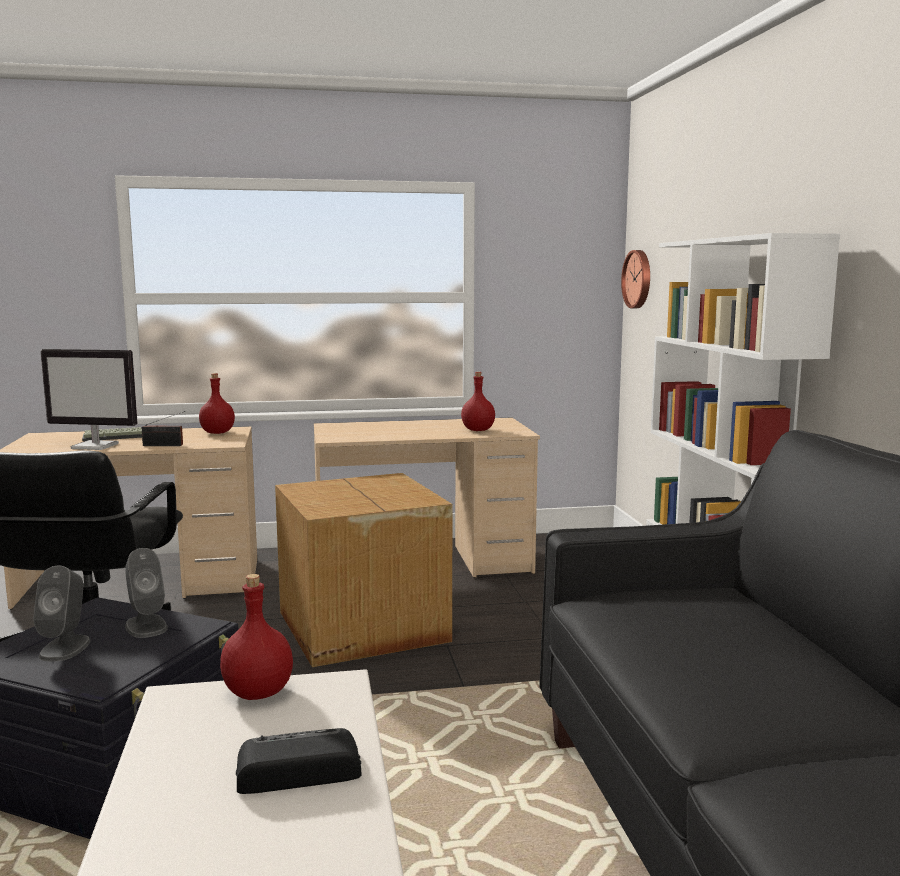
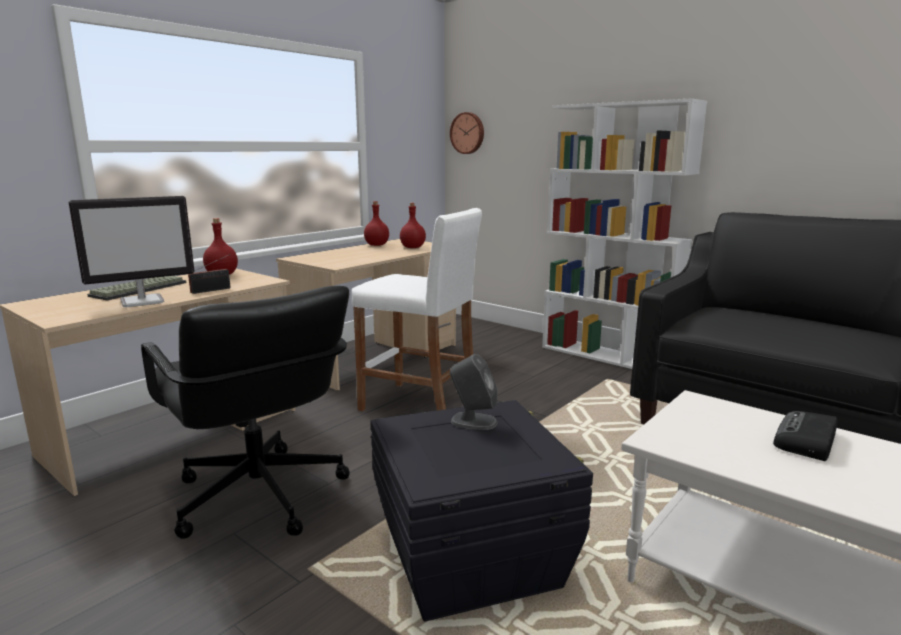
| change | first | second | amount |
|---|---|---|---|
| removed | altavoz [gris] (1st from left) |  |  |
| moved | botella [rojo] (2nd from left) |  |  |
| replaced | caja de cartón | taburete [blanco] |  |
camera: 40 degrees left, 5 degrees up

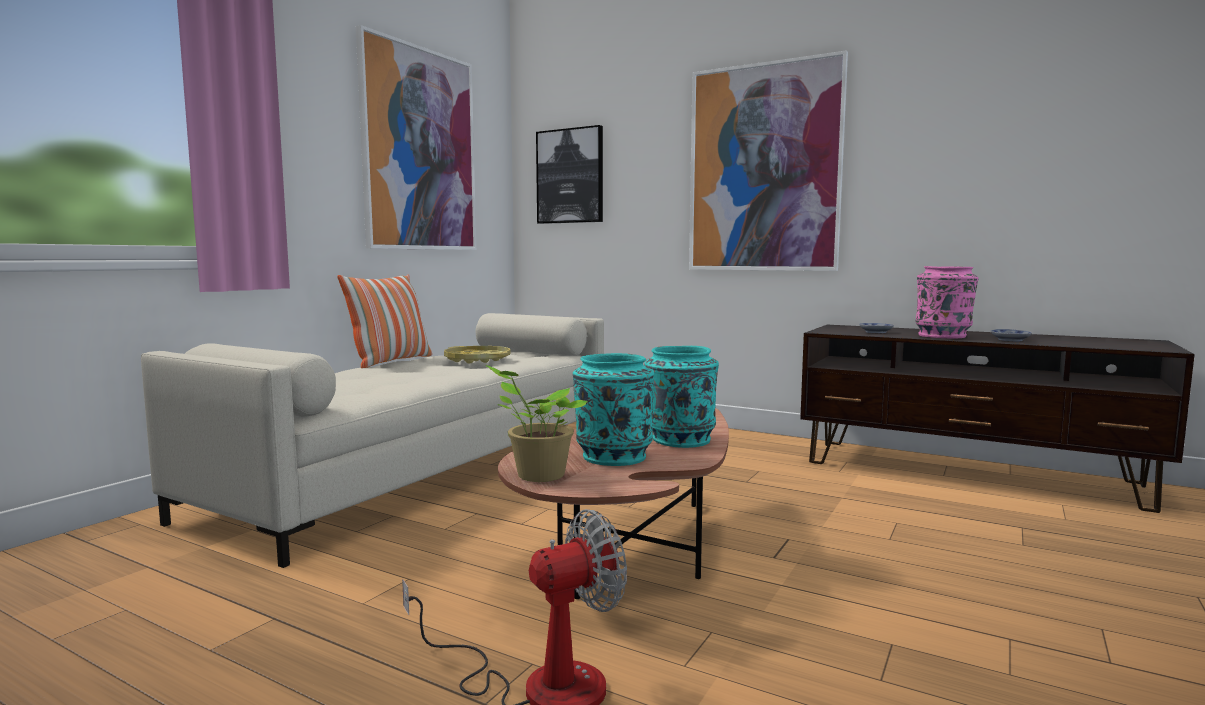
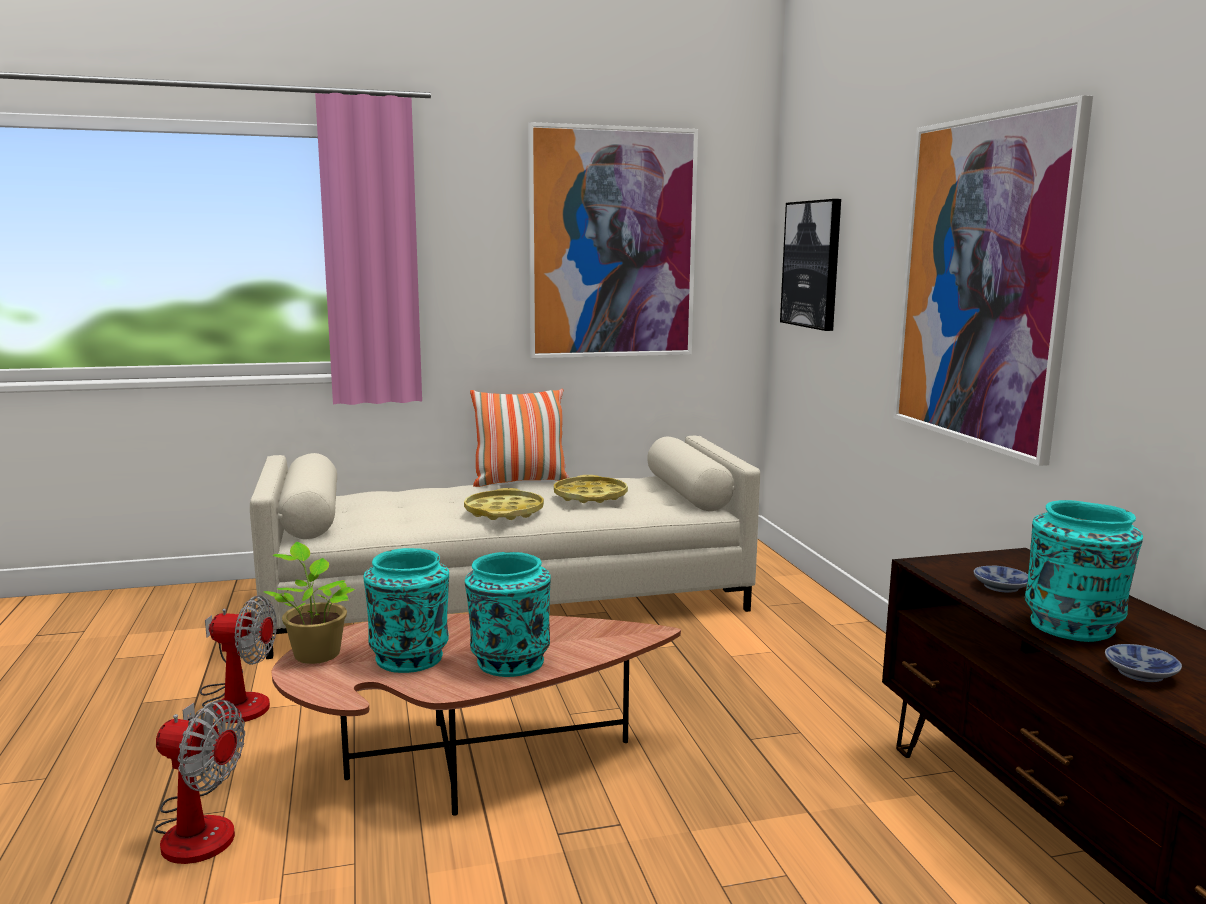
| change | first | second | amount |
|---|---|---|---|
| added |  | ventilador (2nd from left) |  |
| added |  | bandeja [amarillo] (1st from left) |  |
| recoloured | florero [rosa] | florero [turquesa] (3rd from left) |  |
camera: 45 degrees right, 5 degrees up

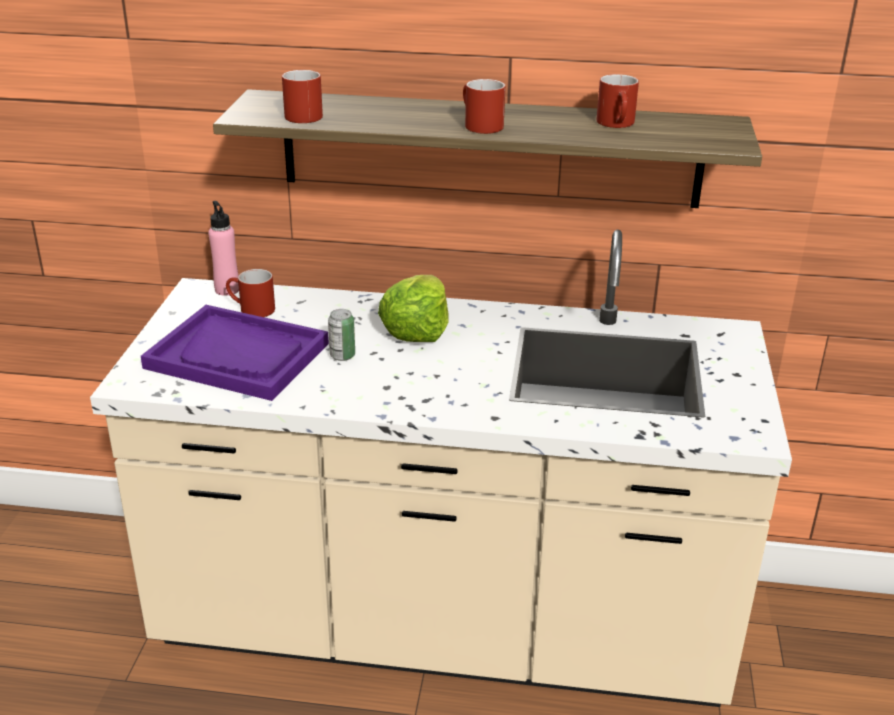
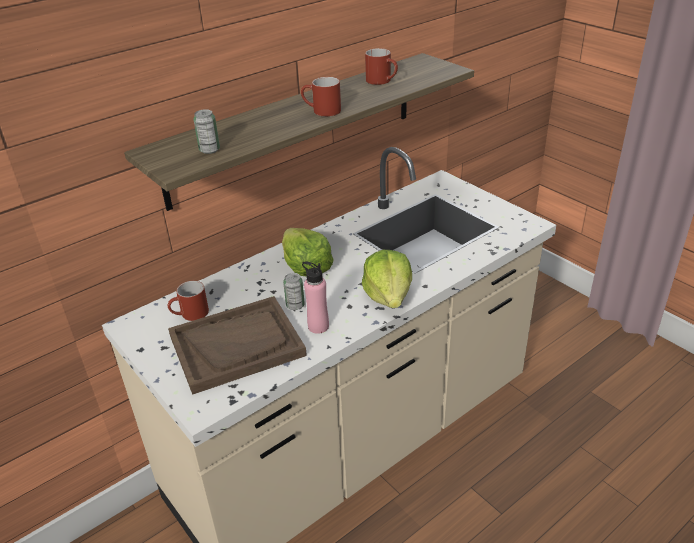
| change | first | second | amount |
|---|---|---|---|
| added |  | lechuga (2nd from left) |  |
| moved | botella [rosa] |  |  |
| replaced | taza grande [rojo] (2nd from left) | lata (1st from left) |  |
| recoloured | bandeja [morado] | bandeja [marrón] |  |
camera: 45 degrees left, 5 degrees up

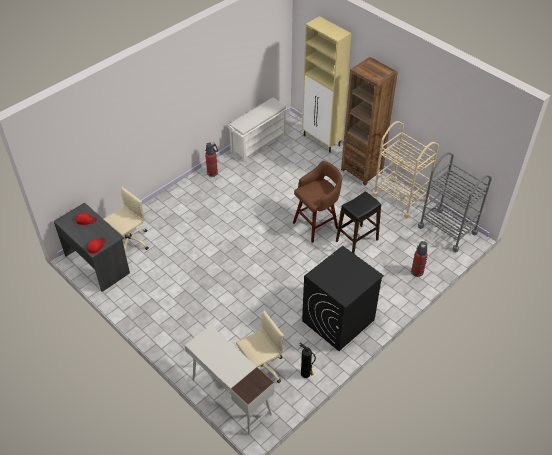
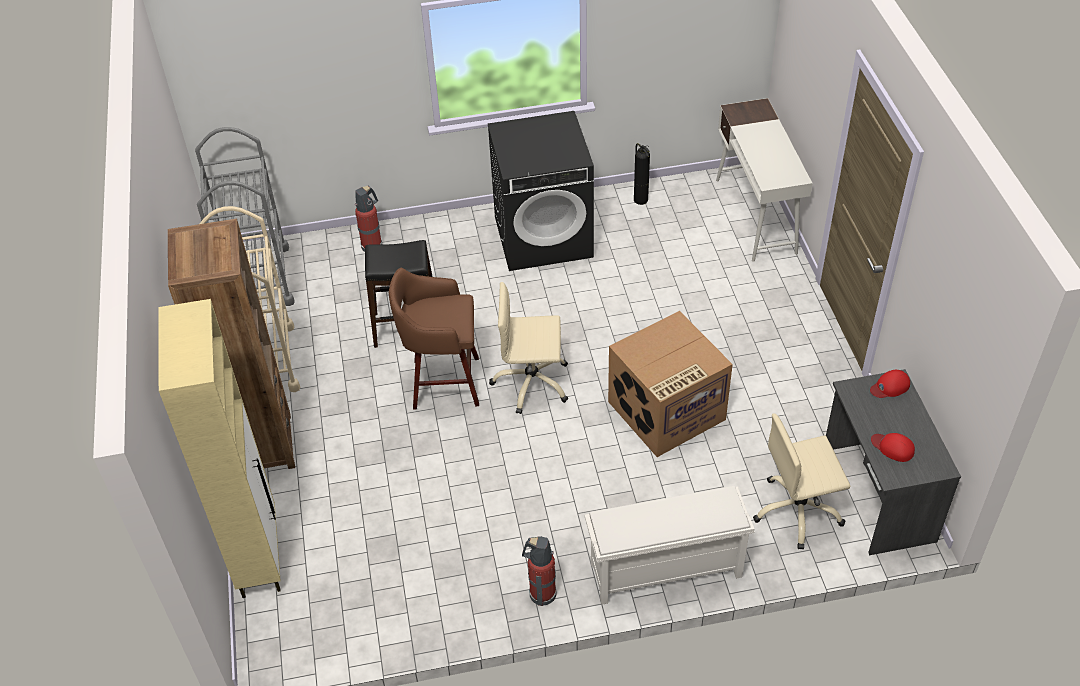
| change | first | second | amount |
|---|---|---|---|
| added |  | caja de cartón |  |
| moved | zapatero [blanco] |  |  |
| moved | silla de oficina [beis] (2nd from left in the first image) | silla de oficina [beis] (1st from left) |  |
camera: 145 degrees left, 0 degrees up

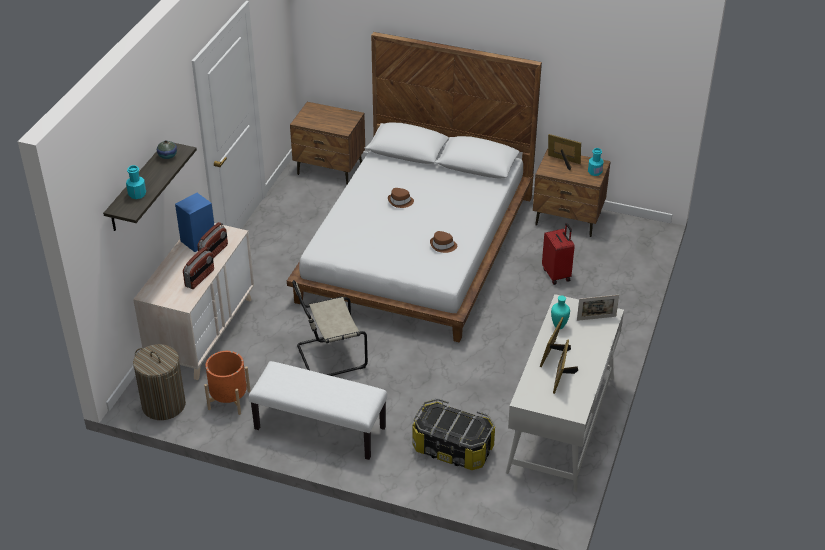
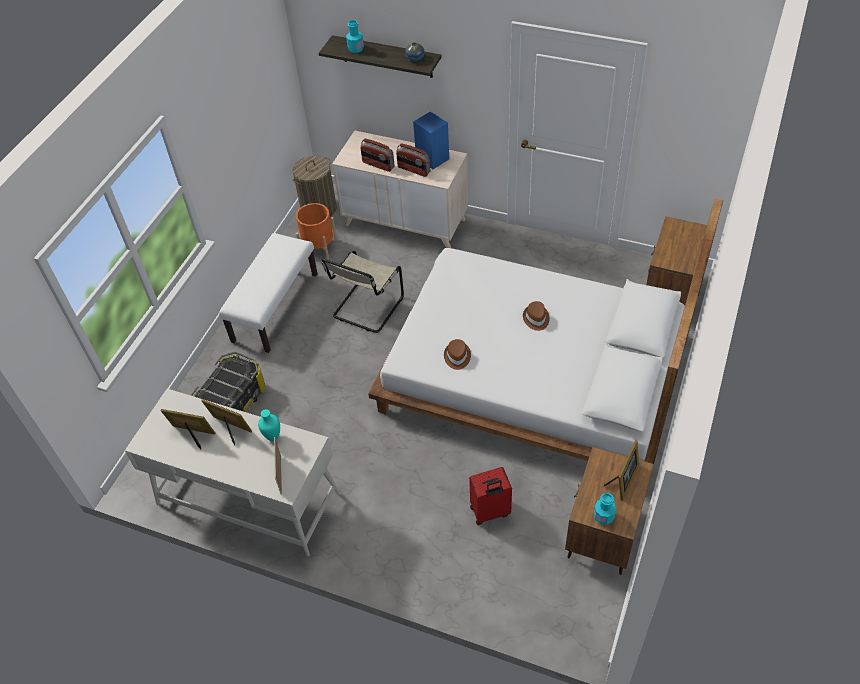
| change | first | second | amount |
|---|---|---|---|
| turned | silla [beis] |  | 135 degrees counterclockwise |
camera: 95 degrees right, 10 degrees up

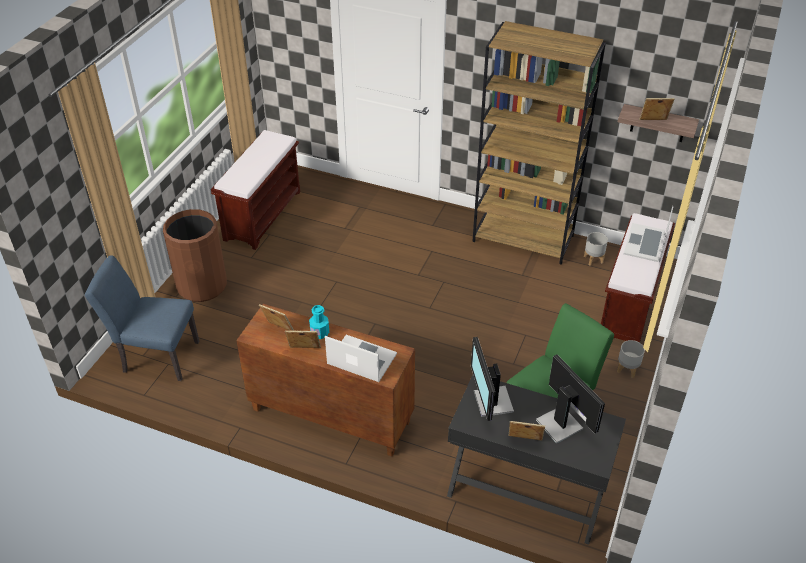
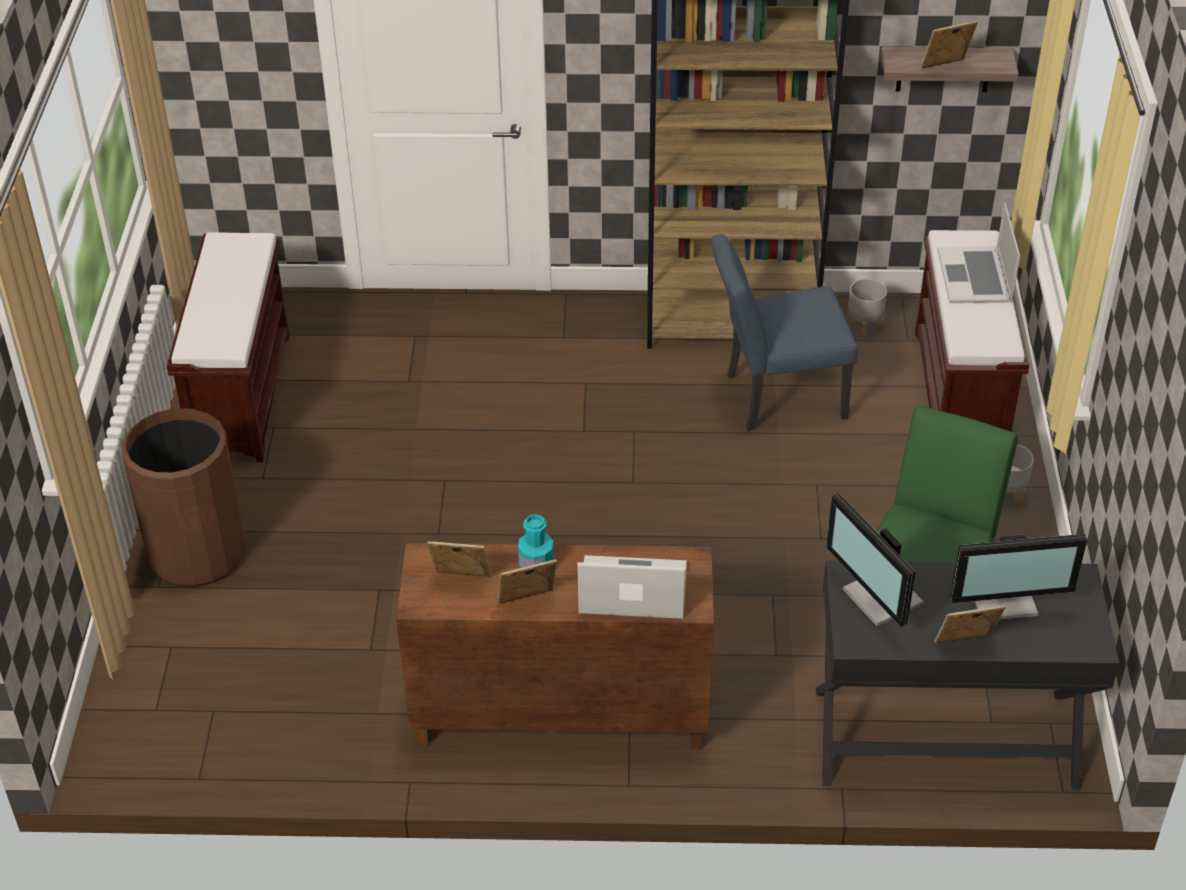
| change | first | second | amount |
|---|---|---|---|
| moved | silla [azul] |  |  |
| turned | monitor (2nd from left) |  | 135 degrees clockwise |
camera: 20 degrees left, 0 degrees up

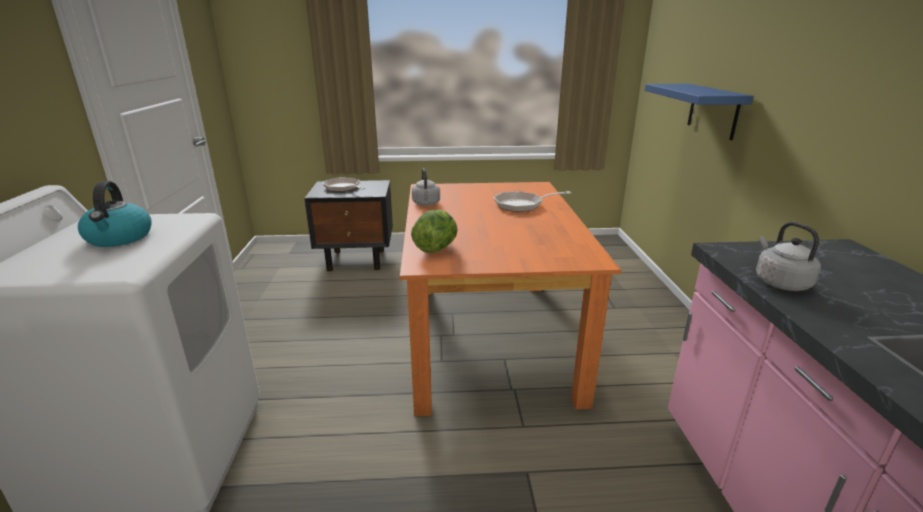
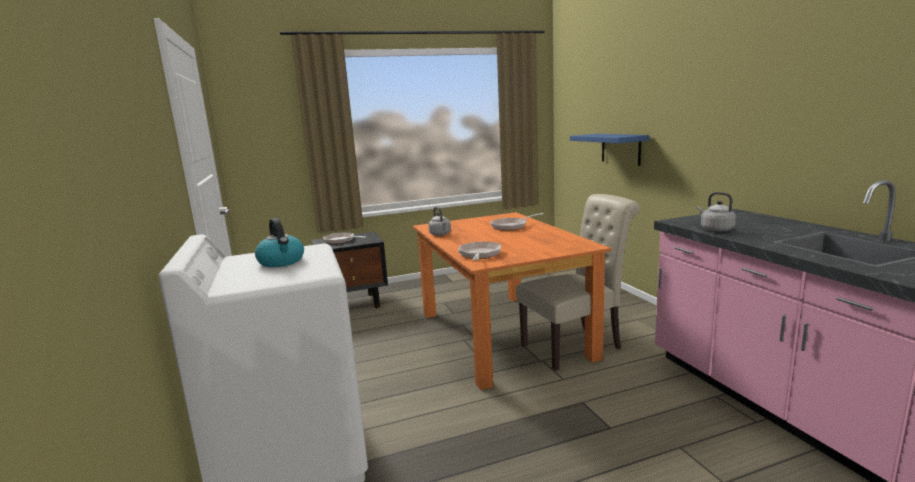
| change | first | second | amount |
|---|---|---|---|
| added |  | silla [beis] |  |
| replaced | lechuga | sartén (2nd from left) |  |
camera: 15 degrees left, 10 degrees down

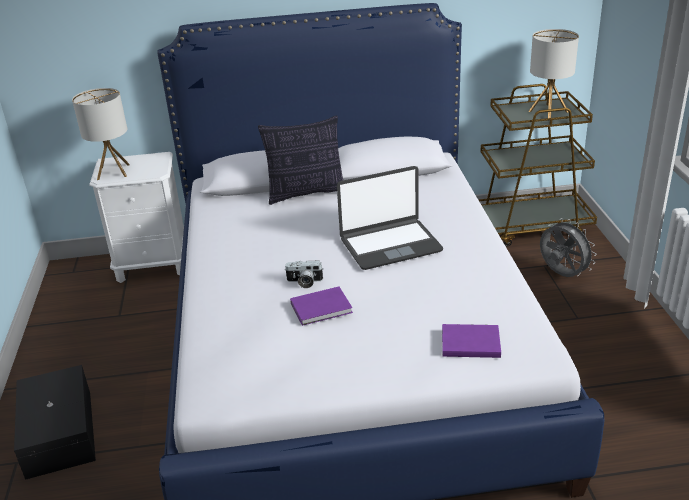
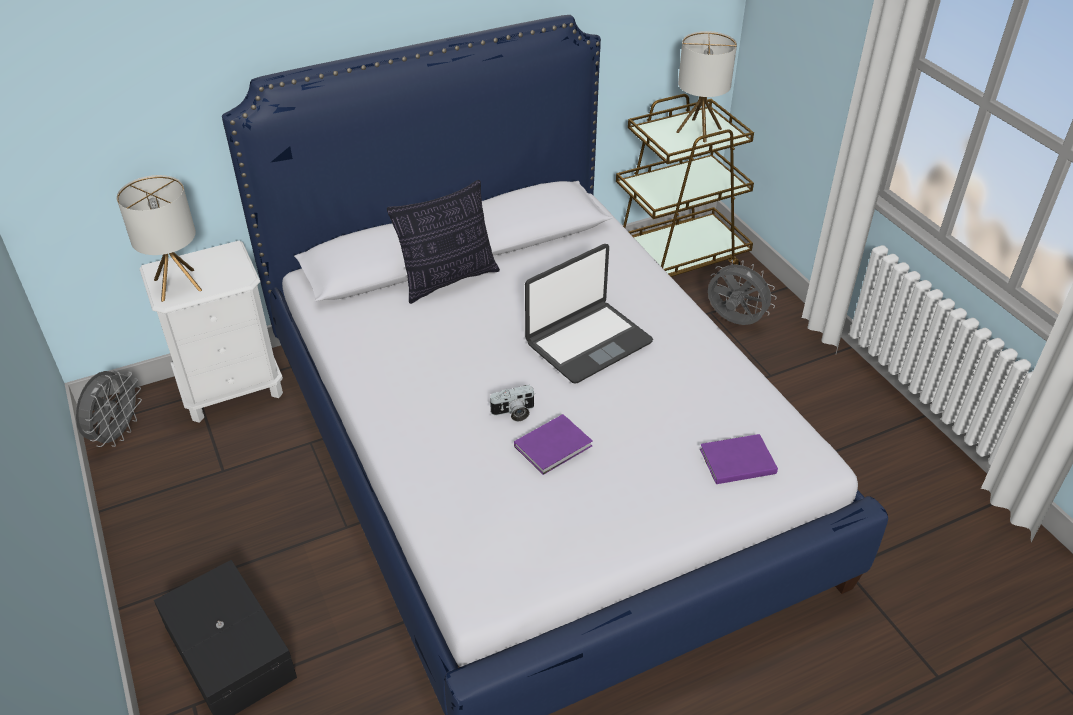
| change | first | second | amount |
|---|---|---|---|
| added |  | ventilador [gris] (1st from left) |  |
camera: 20 degrees left, 10 degrees up

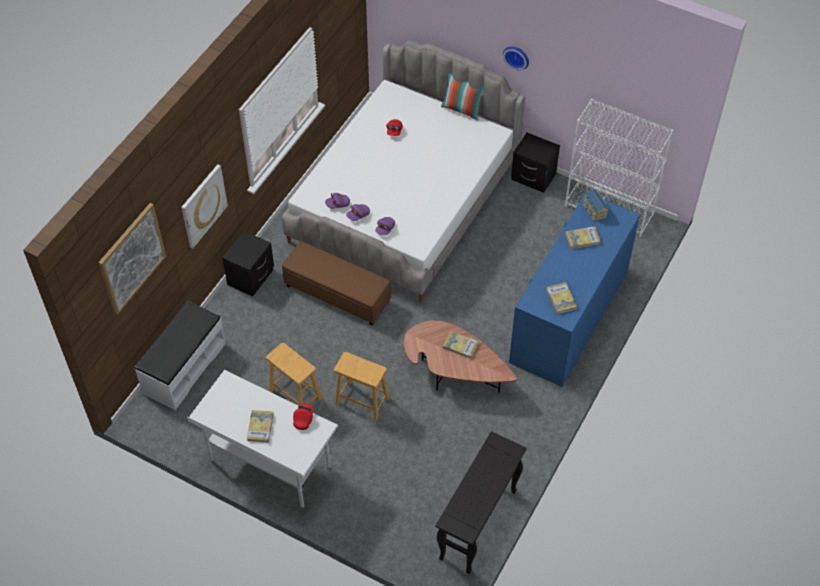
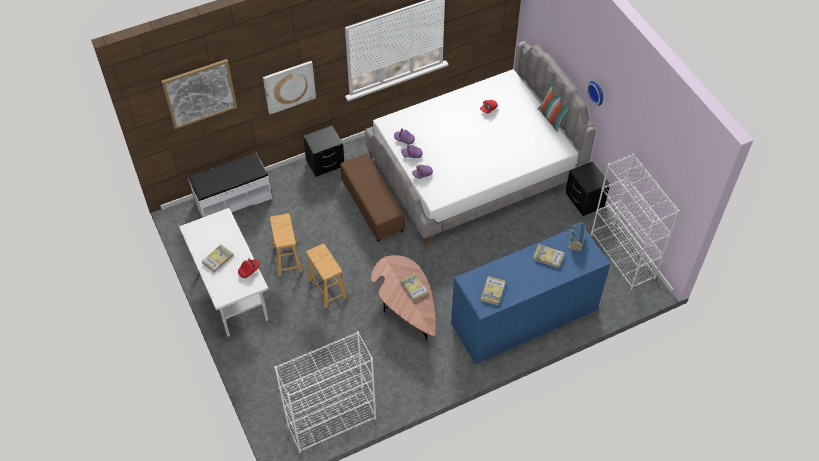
| change | first | second | amount |
|---|---|---|---|
| replaced | mesa consola [negro] | estantería [blanco] (1st from left) |  |
camera: 35 degrees right, 0 degrees up

